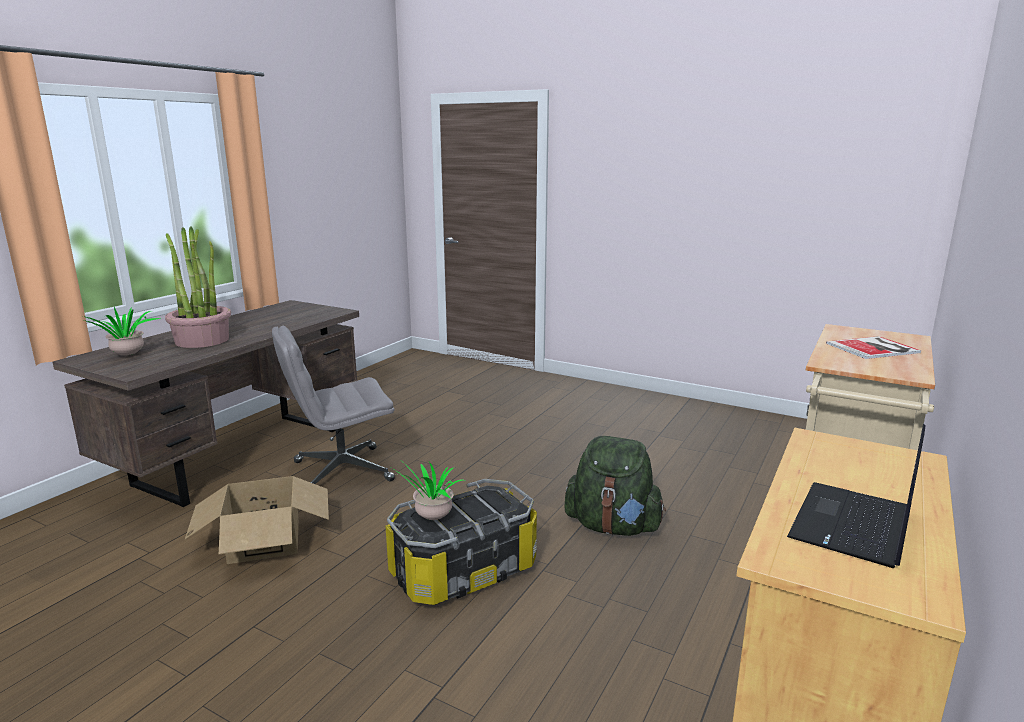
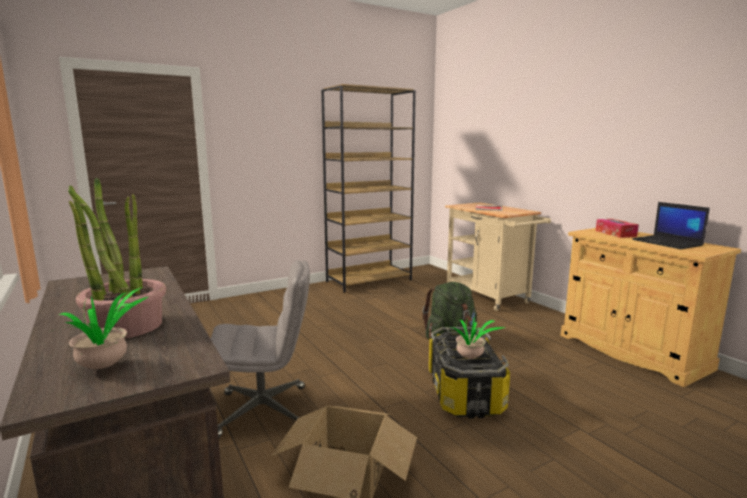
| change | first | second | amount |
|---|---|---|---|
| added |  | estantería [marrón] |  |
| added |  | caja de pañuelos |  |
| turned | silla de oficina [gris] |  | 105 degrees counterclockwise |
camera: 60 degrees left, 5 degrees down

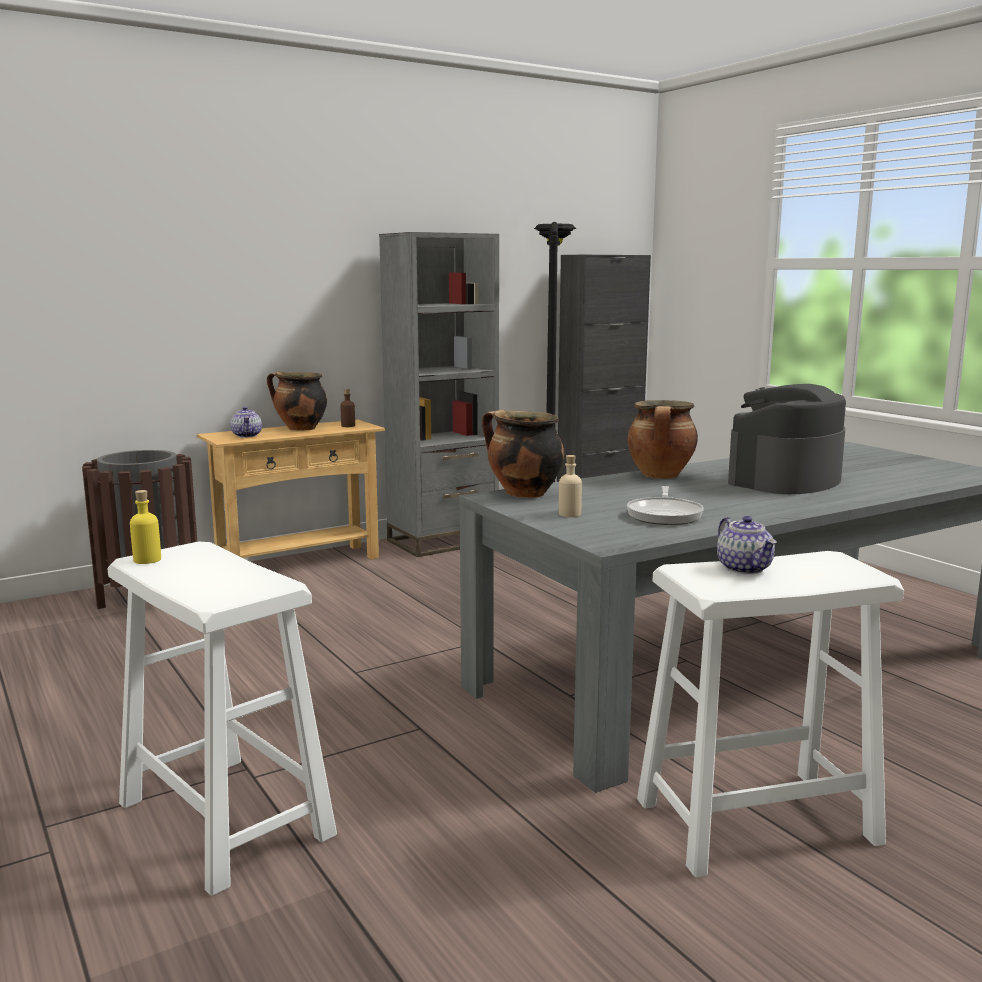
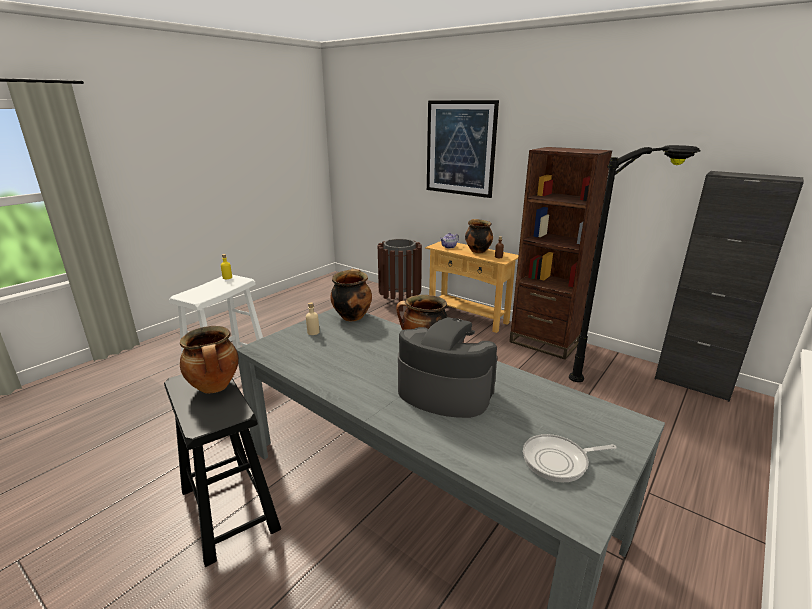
| change | first | second | amount |
|---|---|---|---|
| added |  | cuadro |  |
| moved | sartén |  |  |
| replaced | tetera (2nd from left) | olla (1st from left) |  |
| recoloured | estantería [gris] | estantería [marrón] |  |
| recoloured | taburete [blanco] (2nd from left) | taburete [negro] |  |
camera: 70 degrees right, 10 degrees up

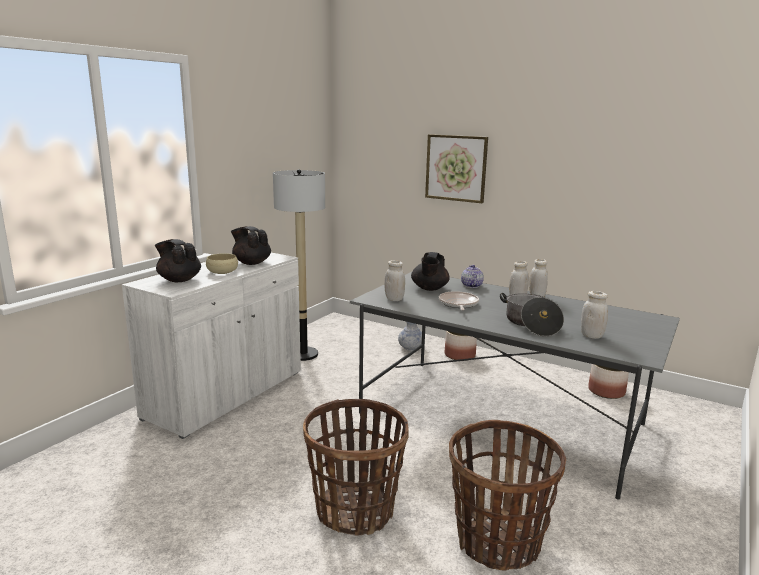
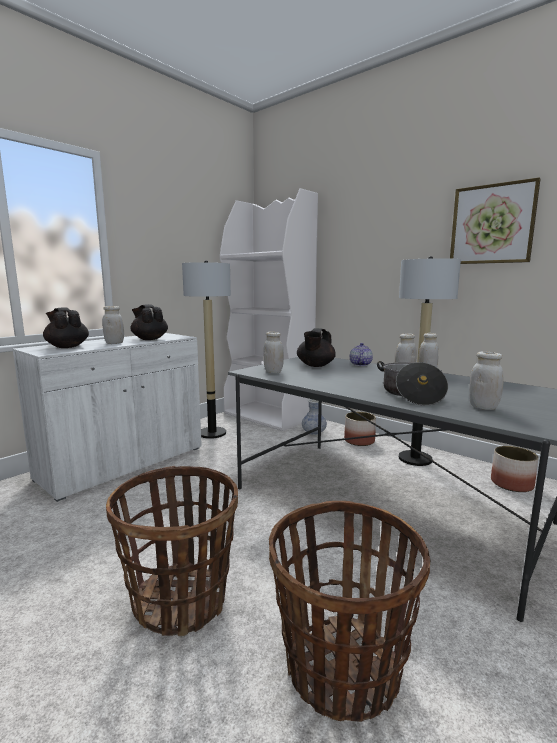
| change | first | second | amount |
|---|---|---|---|
| removed | sartén |  |  |
| added |  | estantería [blanco] |  |
| added |  | lámpara de pie (2nd from left) |  |
| moved | cuadro |  |  |
| replaced | cuenco [beis] | tarro [blanco] (1st from left) |  |
camera: 10 degrees right, 5 degrees down

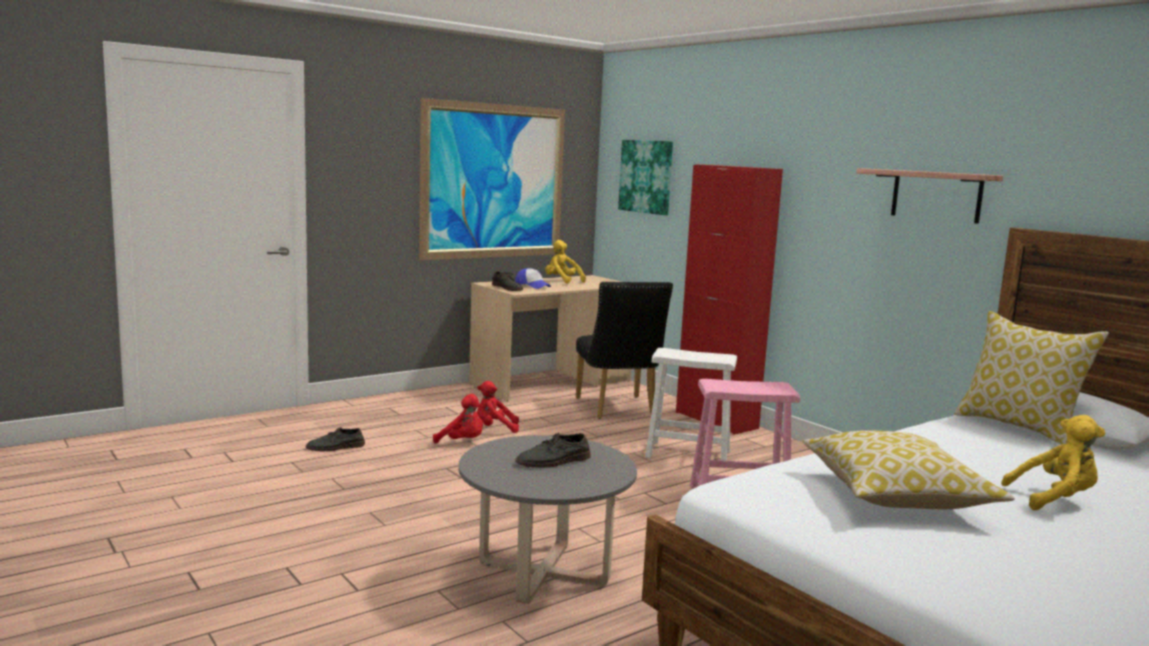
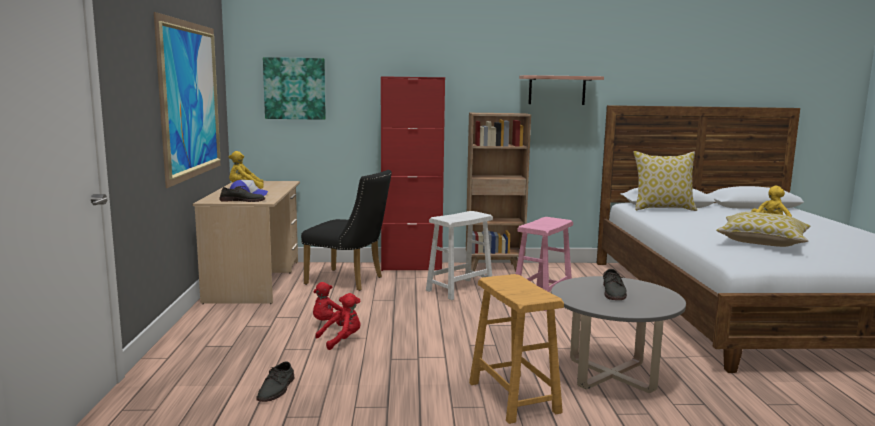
| change | first | second | amount |
|---|---|---|---|
| added |  | estantería [marrón] |  |
| added |  | taburete [marrón] |  |
camera: 55 degrees left, 0 degrees up

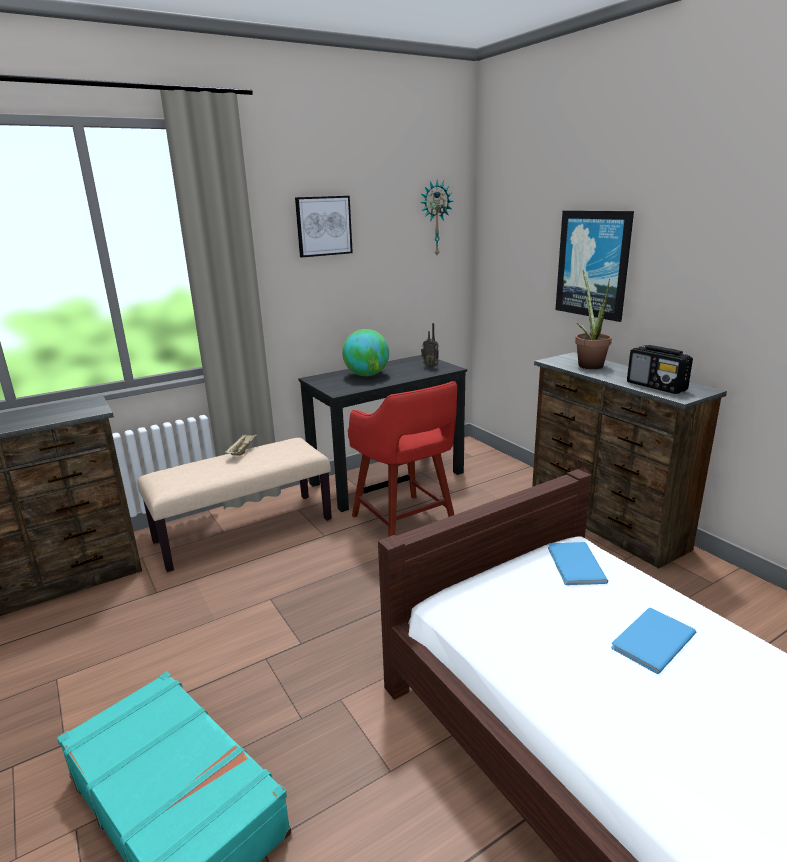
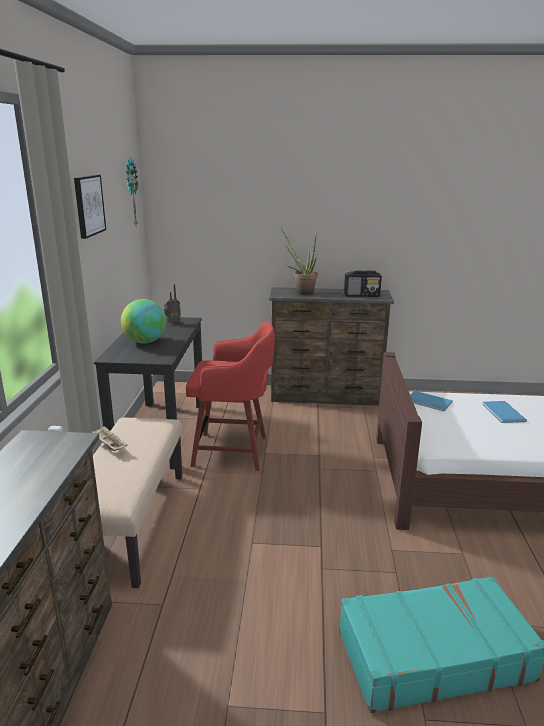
| change | first | second | amount |
|---|---|---|---|
| removed | cuadro (2nd from left) |  |  |
camera: 55 degrees left, 0 degrees up

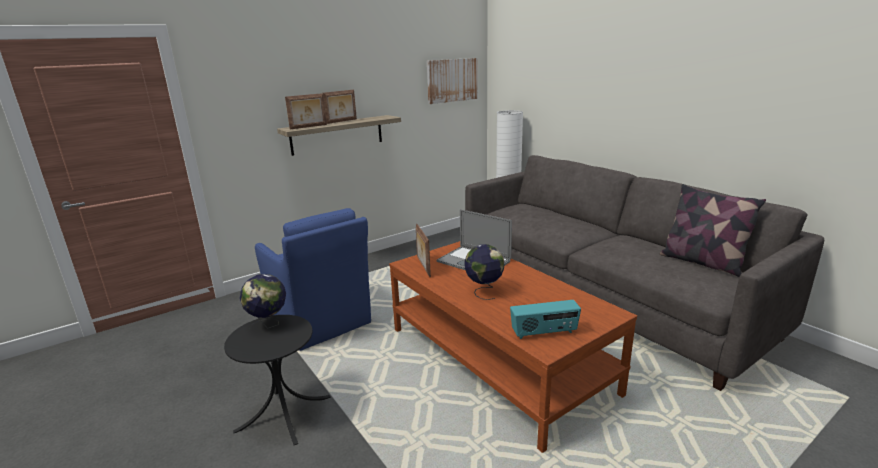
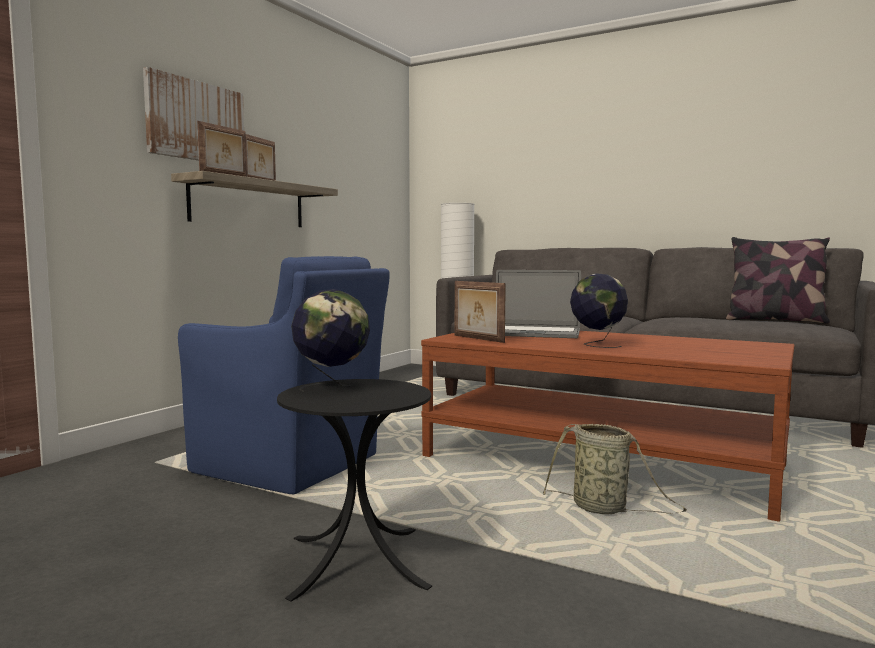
| change | first | second | amount |
|---|---|---|---|
| removed | radio |  |  |
| added |  | cesta |  |
| moved | cuadro |  |  |
camera: 25 degrees left, 15 degrees down

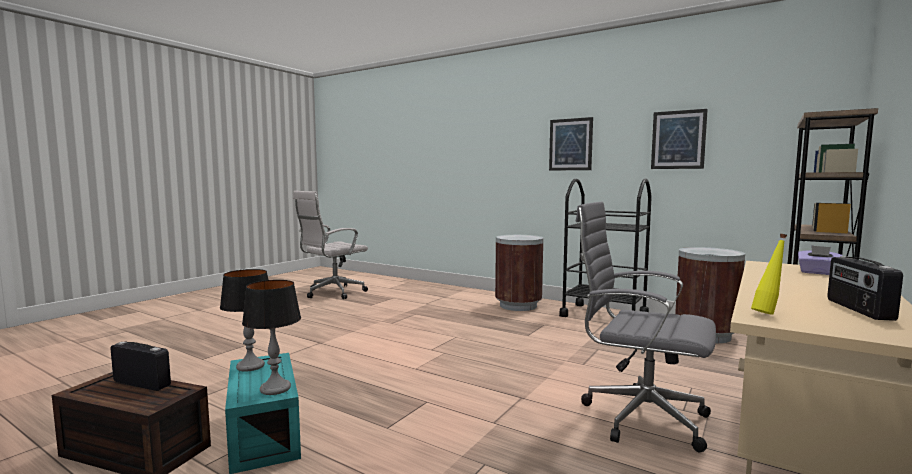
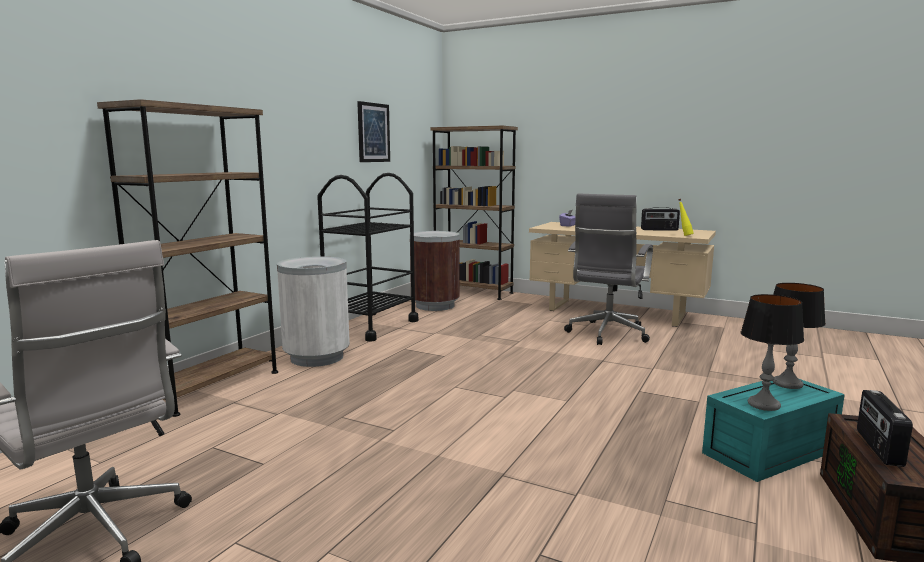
| change | first | second | amount |
|---|---|---|---|
| removed | cuadro (1st from left) |  |  |
| added |  | estantería [marrón] (1st from left) |  |
| recoloured | papelera [marrón] (1st from left) | papelera [blanco] |  |
camera: 95 degrees left, 5 degrees up

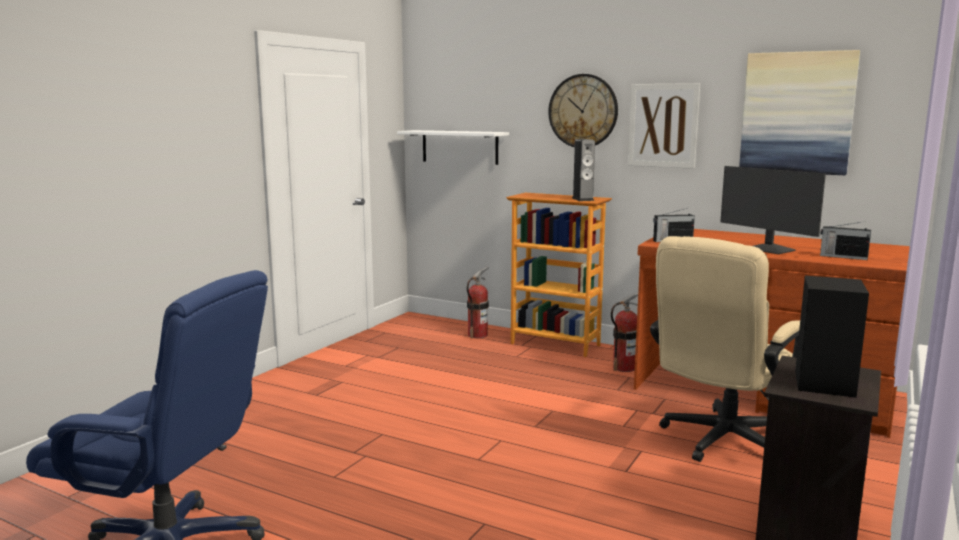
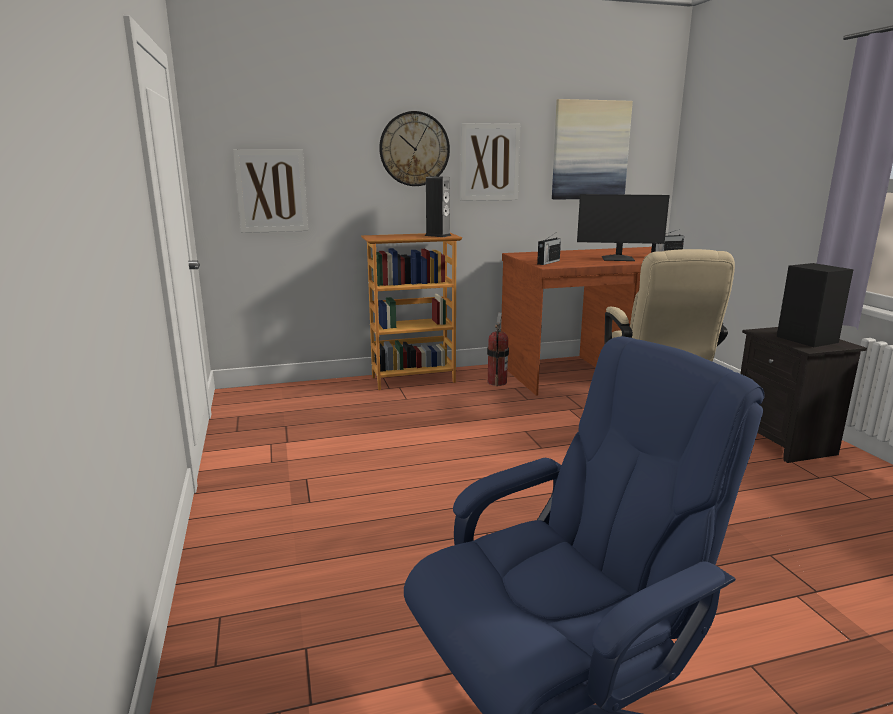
| change | first | second | amount |
|---|---|---|---|
| removed | extintor (1st from left) |  |  |
| replaced | estante [blanco] | cuadro (1st from left) |  |
camera: 45 degrees left, 5 degrees up

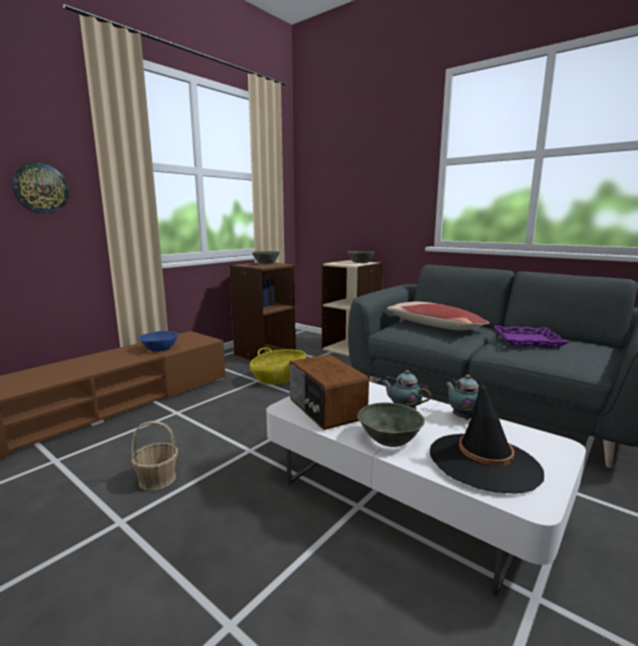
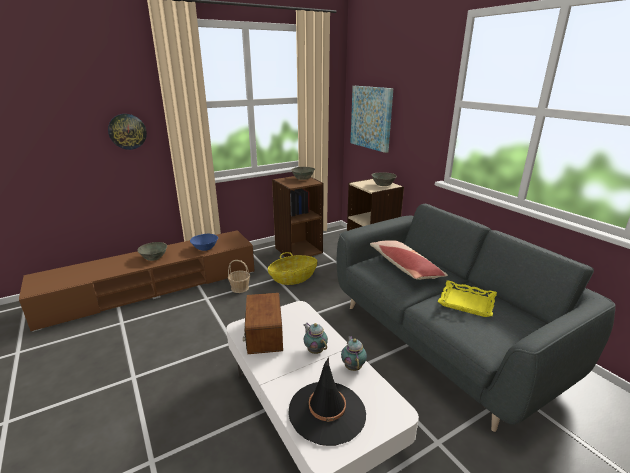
| change | first | second | amount |
|---|---|---|---|
| added |  | cuadro |  |
| moved | cesta (1st from left) |  |  |
| moved | cuenco [gris] (3rd from left in the first image) | cuenco [gris] (1st from left) |  |
| recoloured | bandeja [morado] | bandeja [amarillo] |  |
camera: 20 degrees right, 10 degrees up

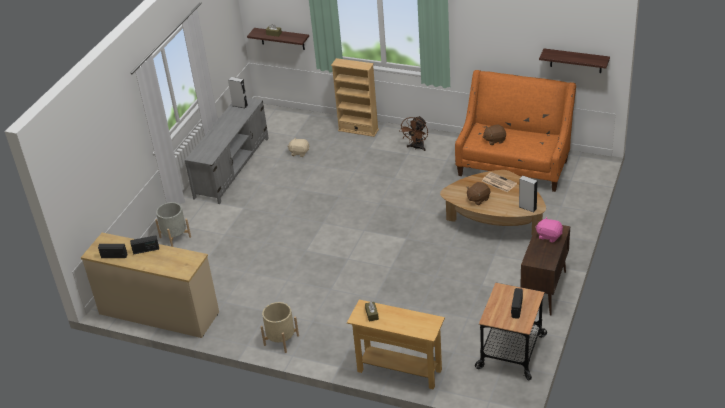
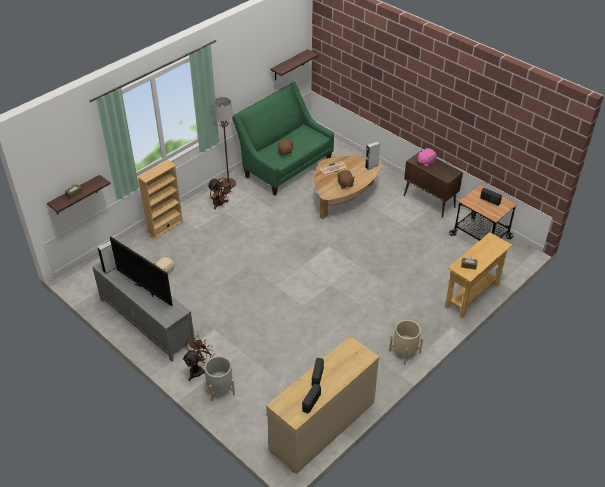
| change | first | second | amount |
|---|---|---|---|
| added |  | televisor |  |
| added |  | ventilador [marrón] (1st from left) |  |
| added |  | lámpara de pie [marrón] |  |
| recoloured | sofá [naranja] | sofá [verde] |  |
camera: 70 degrees left, 5 degrees up

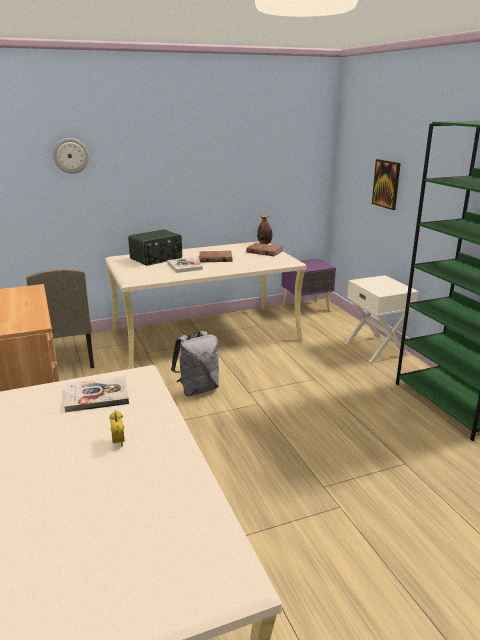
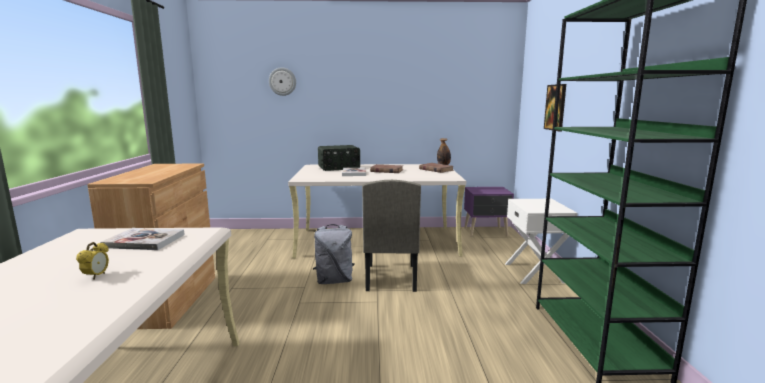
| change | first | second | amount |
|---|---|---|---|
| moved | silla [beis] |  |  |
camera: 20 degrees right, 10 degrees down

